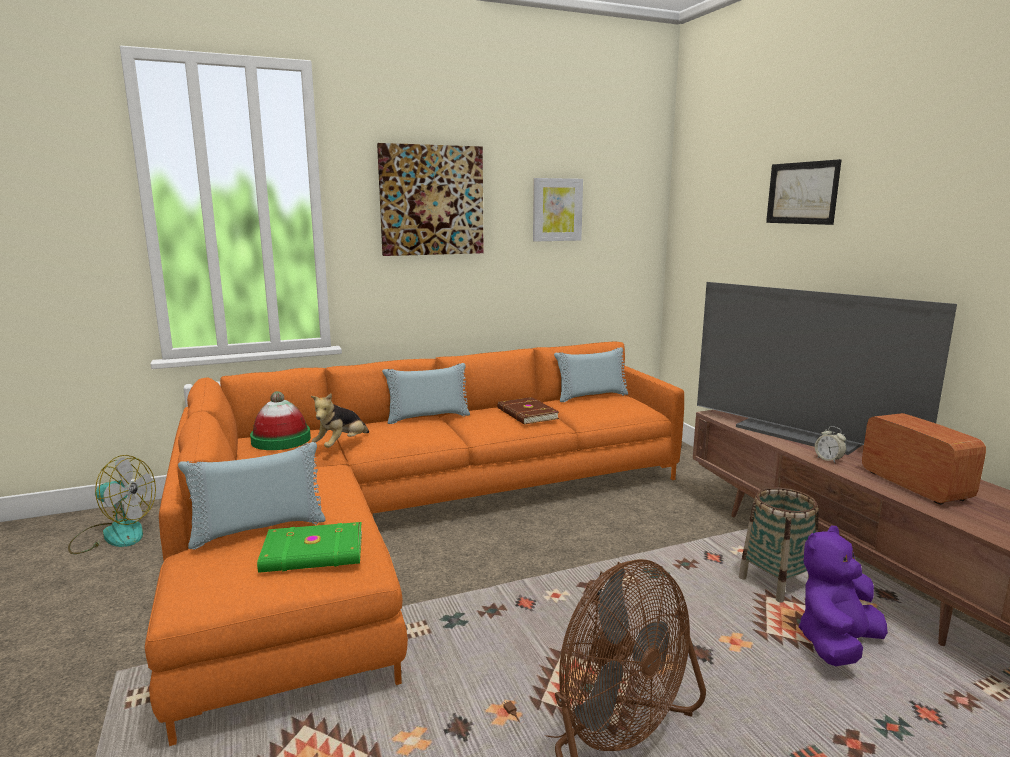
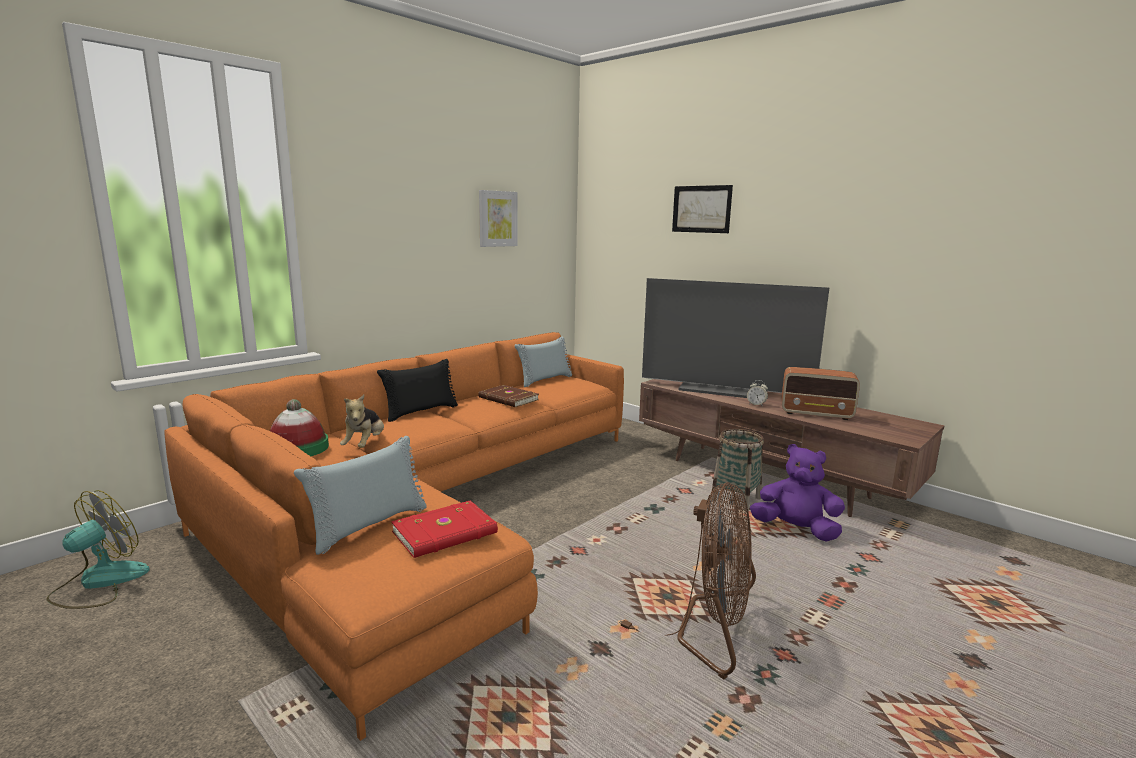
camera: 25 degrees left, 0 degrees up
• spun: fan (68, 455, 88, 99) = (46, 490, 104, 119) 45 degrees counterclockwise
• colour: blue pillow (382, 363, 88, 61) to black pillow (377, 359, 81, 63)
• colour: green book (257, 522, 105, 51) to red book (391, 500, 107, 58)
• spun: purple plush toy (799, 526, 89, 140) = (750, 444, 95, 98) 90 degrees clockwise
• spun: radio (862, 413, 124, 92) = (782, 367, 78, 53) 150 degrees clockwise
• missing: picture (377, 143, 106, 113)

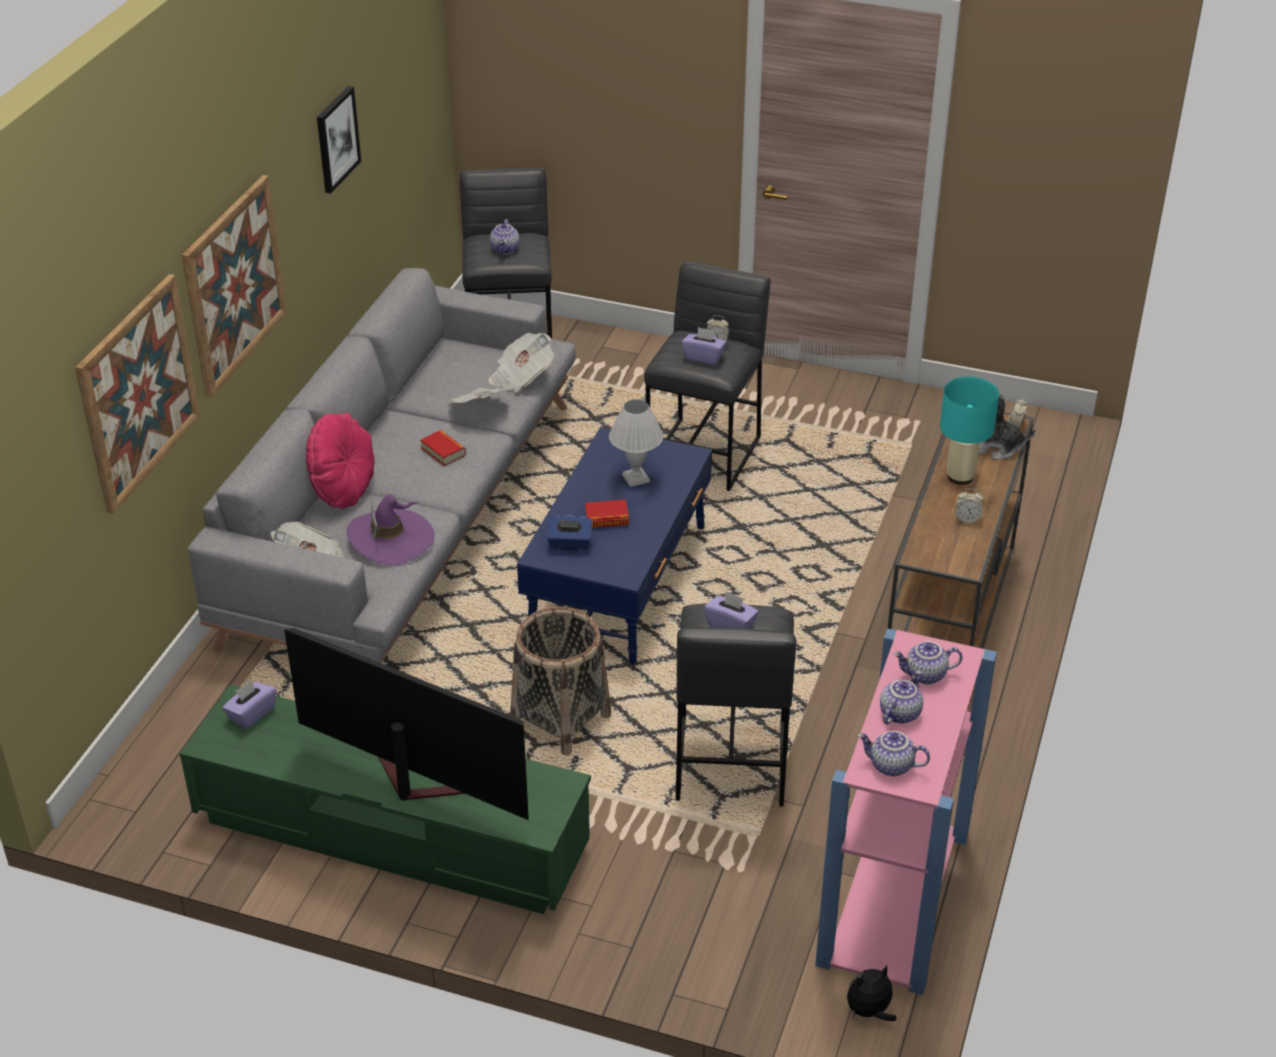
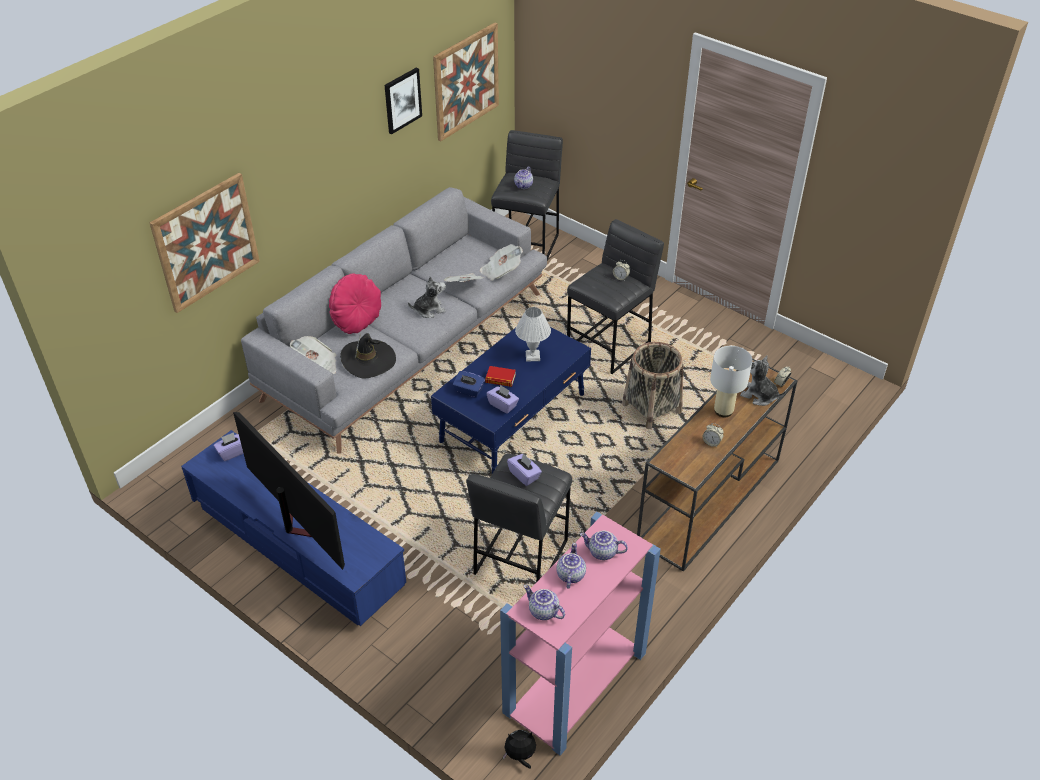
camera: 20 degrees right, 5 degrees up
• colour: green tv stand (179, 684, 412, 230) to blue tv stand (181, 430, 225, 196)
• colour: purple hat (347, 494, 88, 72) to black hat (340, 333, 56, 45)
• exchanged: book (420, 430, 46, 36) to plush toy (408, 276, 38, 42)
• relocated: picture (182, 175, 105, 222) to (433, 23, 66, 118)
• relocated: purple tissue box (682, 327, 44, 38) to (487, 385, 32, 29)
• spun: teapot (880, 671, 43, 54) = (556, 543, 30, 45) 45 degrees counterclockwise
• relocated: basket (510, 607, 101, 149) to (622, 342, 61, 87)
• colour: turquoise table lamp (940, 376, 59, 109) to white table lamp (710, 346, 42, 71)

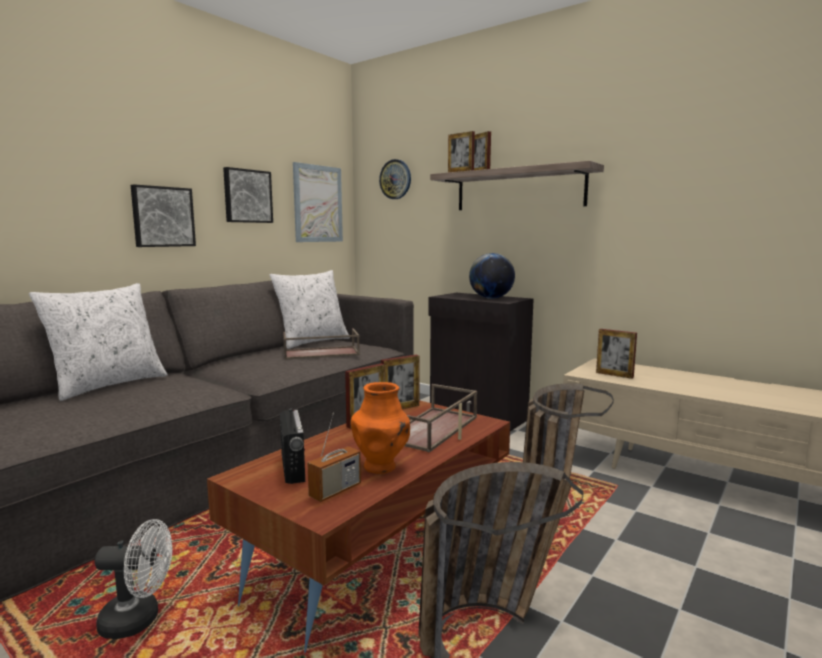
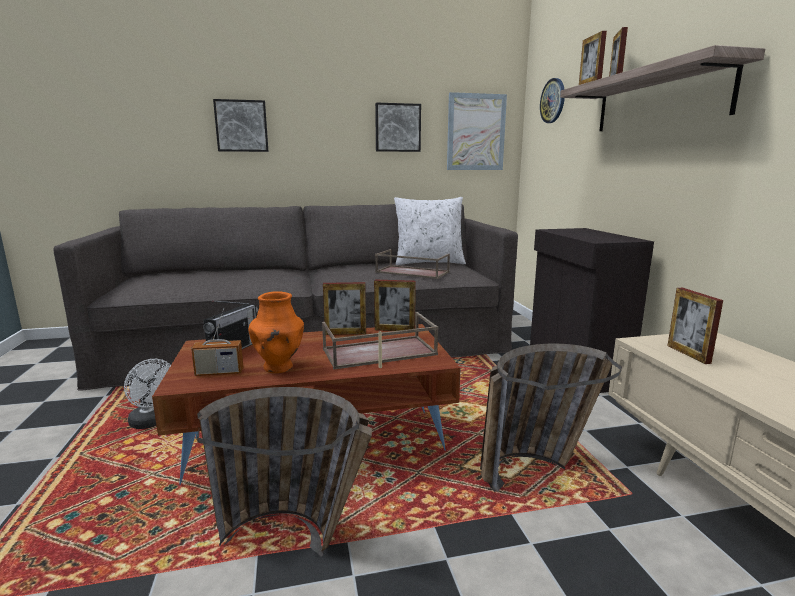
camera: 40 degrees right, 5 degrees up
• relocated: picture (131, 184, 65, 63) to (213, 99, 56, 53)
• missing: white pillow (29, 283, 139, 118)
• missing: globe (469, 253, 46, 46)

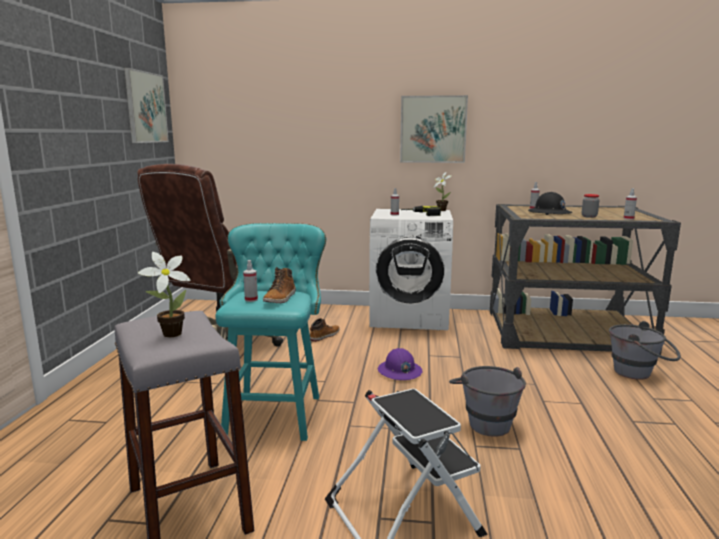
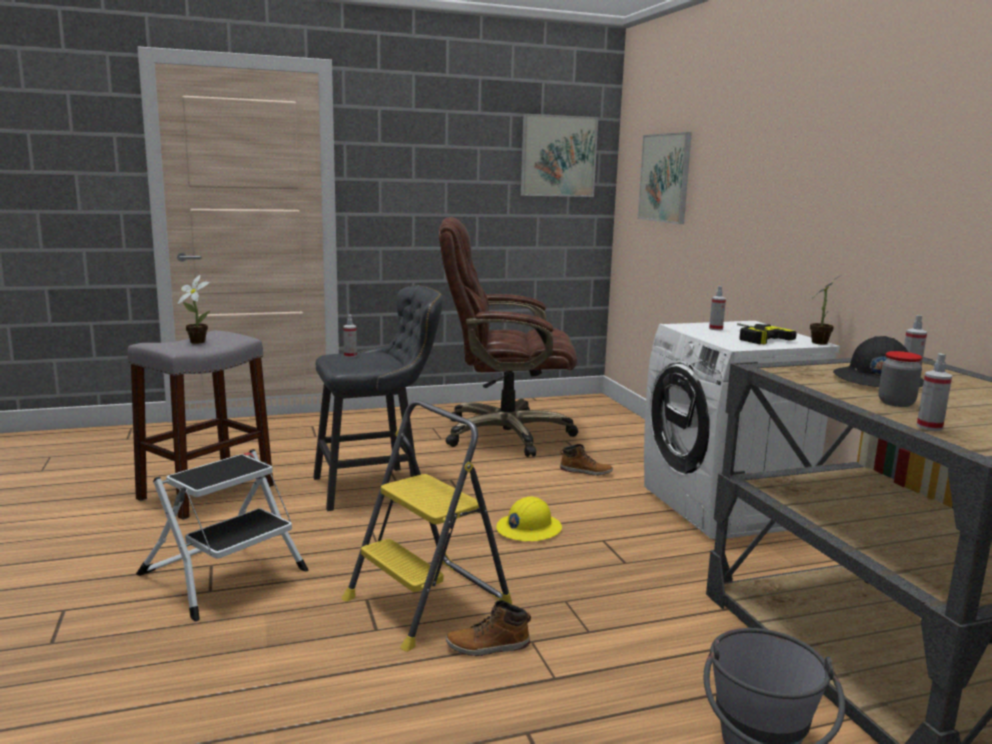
camera: 65 degrees right, 0 degrees up
• colour: turquoise stool (215, 223, 111, 218) to grey stool (313, 286, 130, 225)
• exchanged: grey bucket (449, 366, 77, 71) to yellow step ladder (342, 400, 170, 252)
• relocated: boot (263, 267, 33, 36) to (446, 600, 85, 56)
• colour: purple hard hat (378, 348, 45, 32) to yellow hard hat (496, 496, 66, 45)
• relocated: picture (400, 95, 68, 68) to (638, 132, 54, 92)

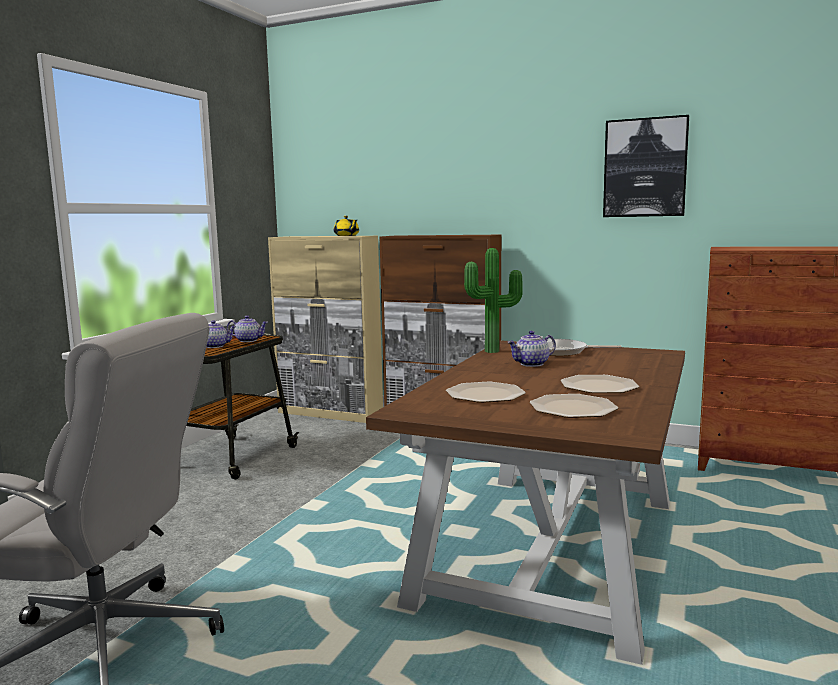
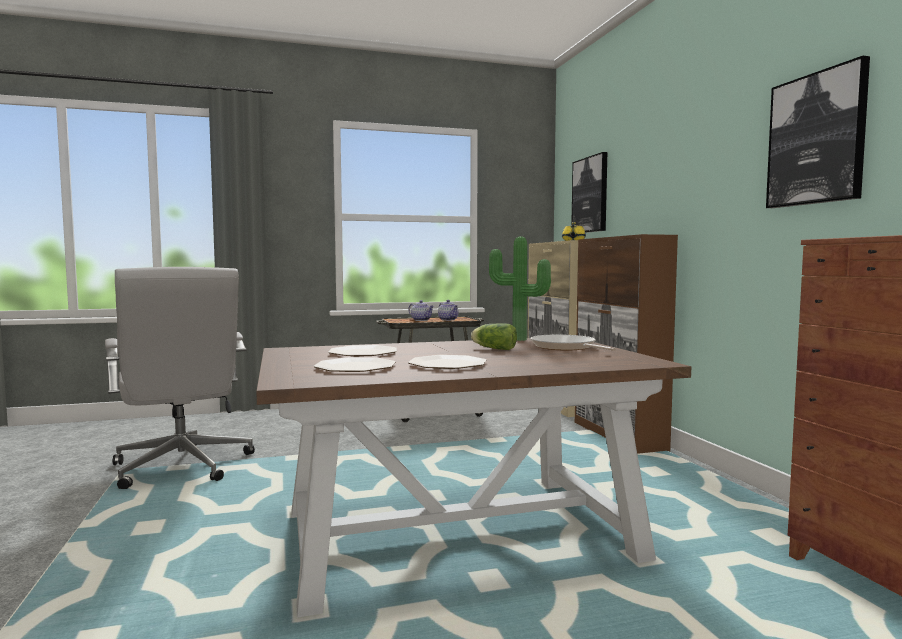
camera: 50 degrees right, 5 degrees down
• exchanged: teapot (507, 331, 49, 36) to lettuce (471, 323, 46, 27)
• appeared: picture (571, 152, 36, 81)

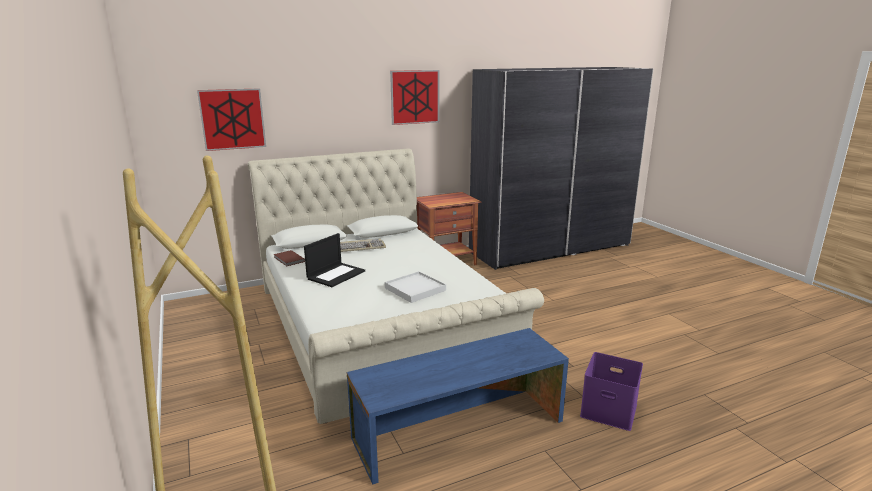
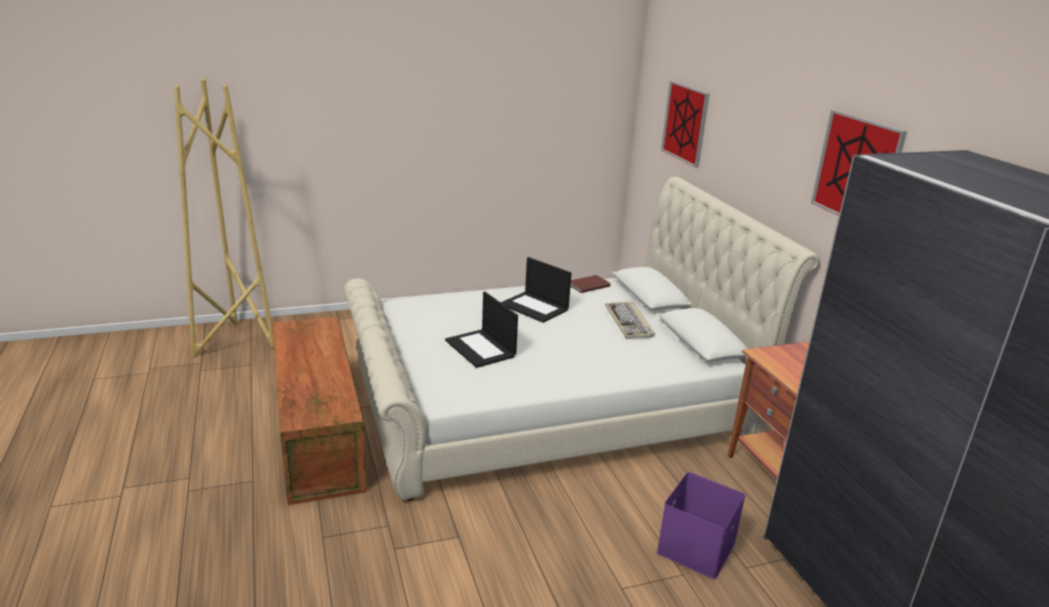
camera: 95 degrees right, 5 degrees up
• colour: blue bench (347, 328, 222, 157) to brown bench (272, 316, 94, 189)
• exchanged: white tray (385, 271, 61, 32) to laptop (445, 292, 73, 76)
• relocated: purple storage box (580, 352, 63, 79) to (657, 472, 89, 107)

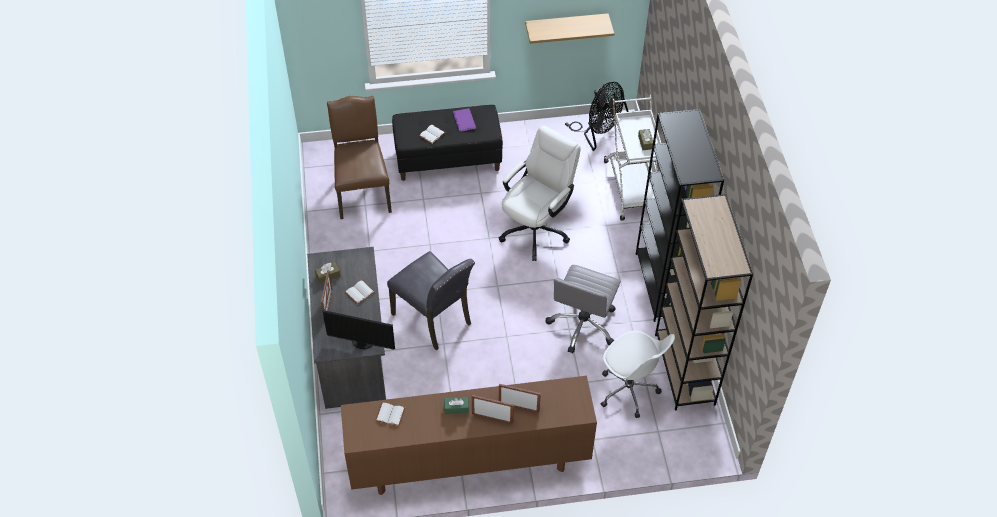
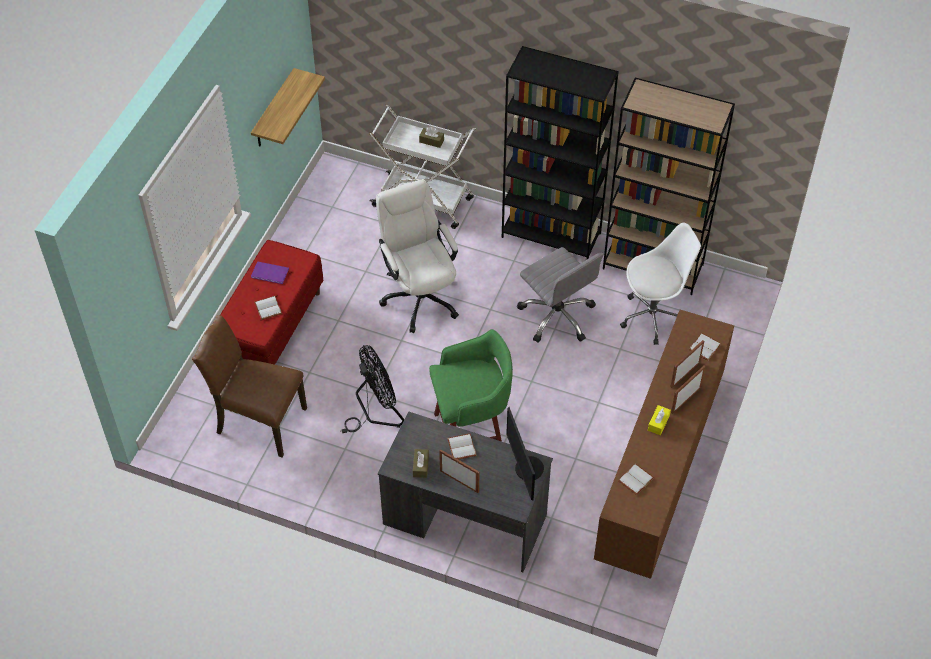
camera: 60 degrees left, 0 degrees up
• colour: black bench (392, 105, 111, 76) to red bench (220, 240, 104, 125)
• relocated: black fan (565, 82, 64, 69) to (342, 345, 62, 88)
• exchanged: grey chair (387, 251, 88, 99) to green stool (429, 329, 84, 113)
• spun: monitor (322, 310, 73, 40) = (506, 407, 38, 93) 120 degrees clockwise
• colour: green tissue box (444, 397, 25, 17) to yellow tissue box (648, 405, 23, 30)
• appeared: white book (689, 333, 32, 27)

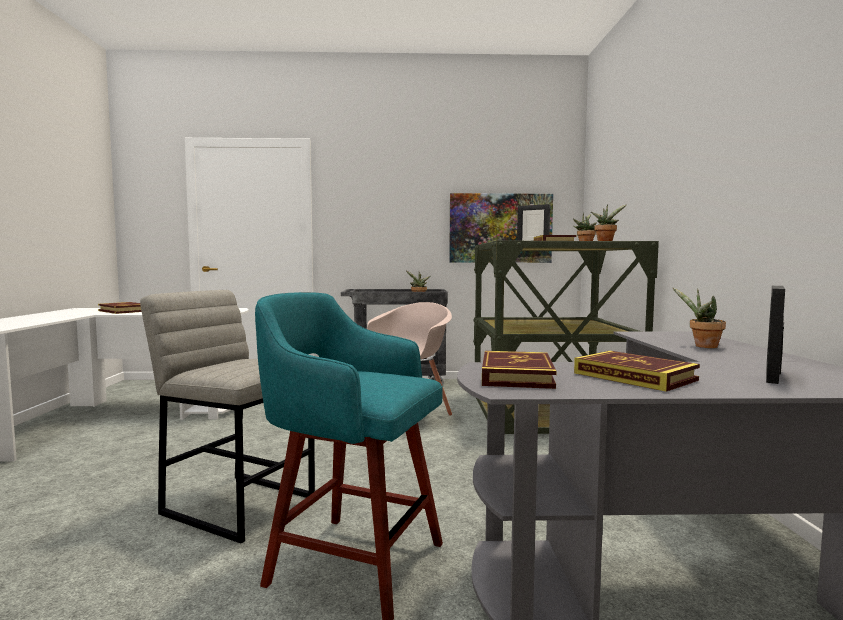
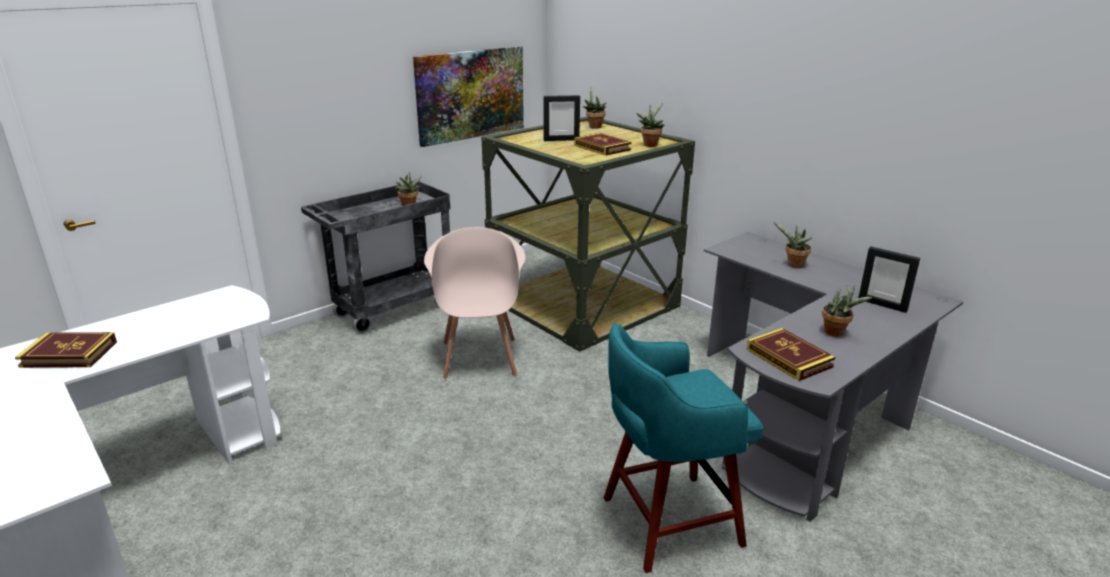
camera: 40 degrees left, 20 degrees up
• exchanged: book (574, 351, 126, 41) to potted plant (822, 285, 50, 51)
• spun: picture frame (766, 286, 19, 98) = (858, 246, 62, 67) 45 degrees counterclockwise
• missing: grey chair (140, 290, 175, 253)

